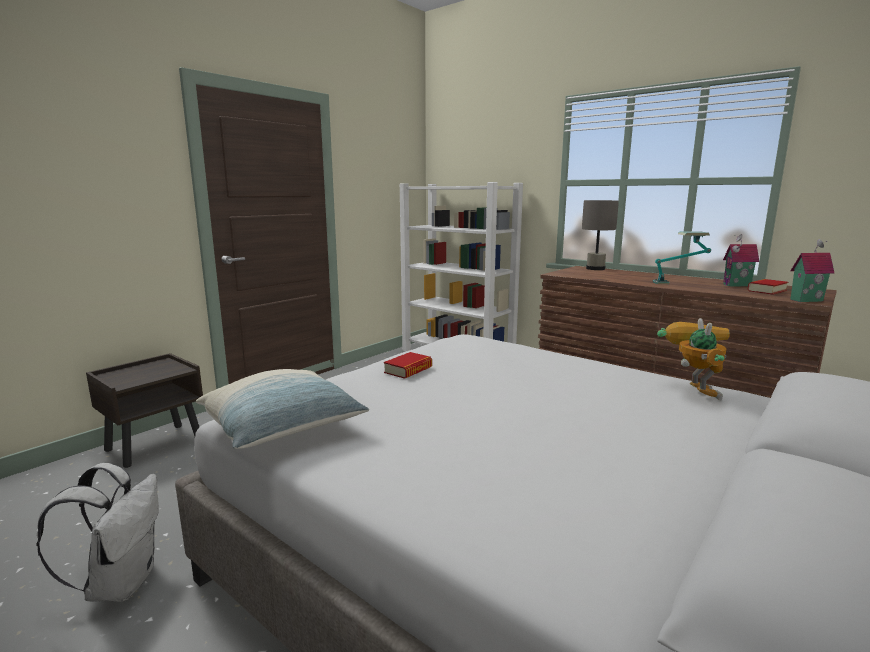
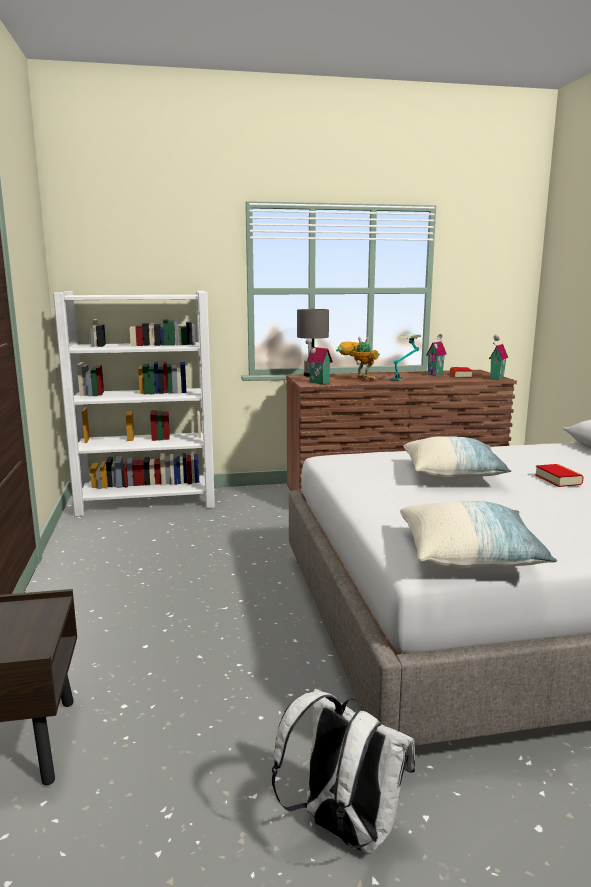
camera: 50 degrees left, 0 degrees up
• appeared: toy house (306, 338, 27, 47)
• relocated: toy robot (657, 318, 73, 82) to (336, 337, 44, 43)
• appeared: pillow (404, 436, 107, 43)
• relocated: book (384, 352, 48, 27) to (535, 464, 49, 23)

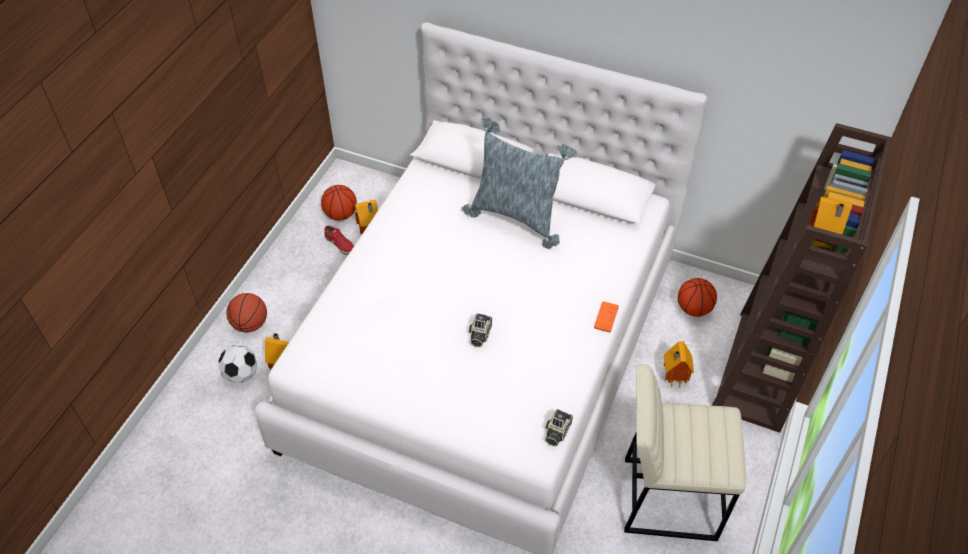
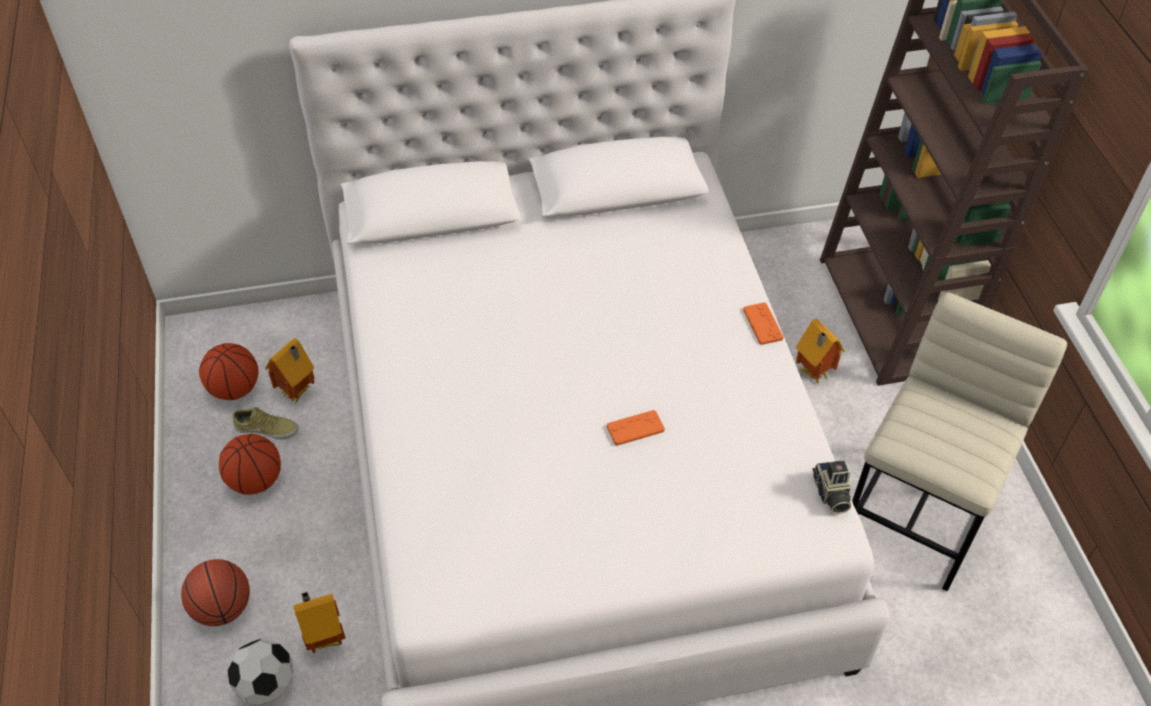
camera: 35 degrees left, 0 degrees up
• relocated: basketball (678, 278, 39, 39) to (219, 434, 62, 61)
• colour: red shoe (324, 226, 30, 29) to beige shoe (232, 407, 67, 33)
• exchanged: photo camera (469, 314, 23, 33) to orange game controller (607, 410, 58, 36)
• spun: beige chair (624, 364, 122, 177) = (852, 292, 215, 299) 150 degrees clockwise
• missing: pillow (461, 118, 116, 131)
• missing: toy house (809, 197, 43, 52)

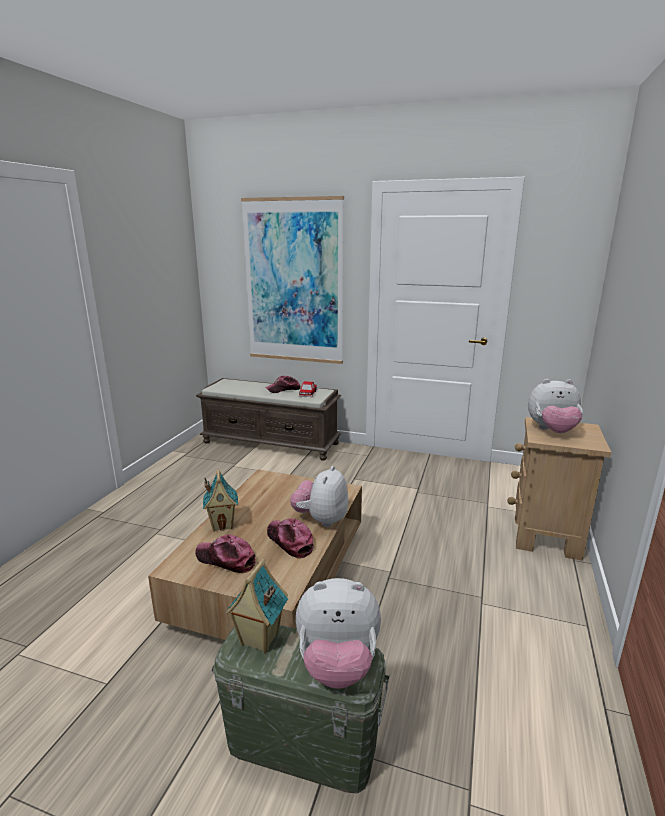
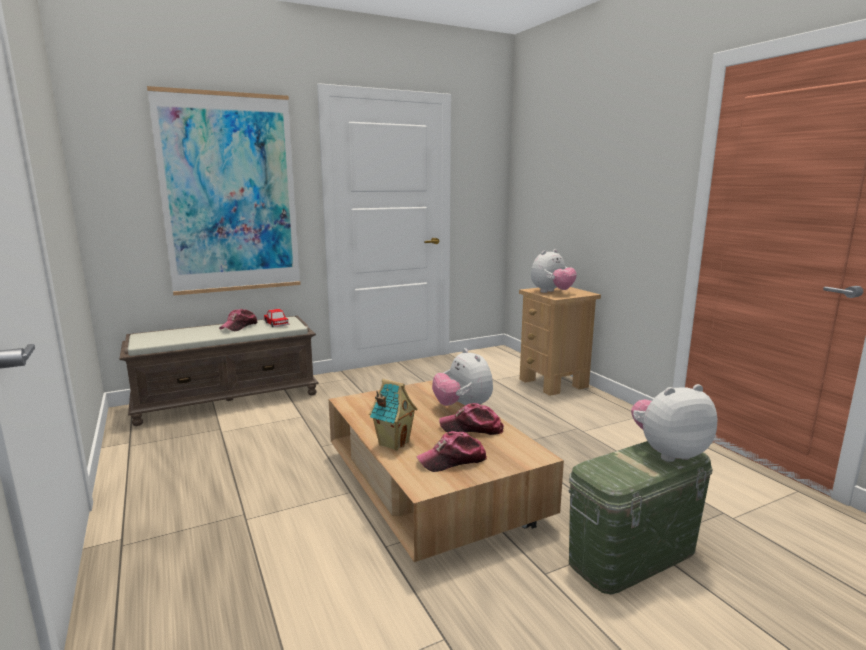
camera: 45 degrees left, 5 degrees down
• spun: plush toy (296, 578, 85, 111) = (631, 384, 87, 78) 150 degrees counterclockwise
• missing: toy house (226, 559, 62, 94)

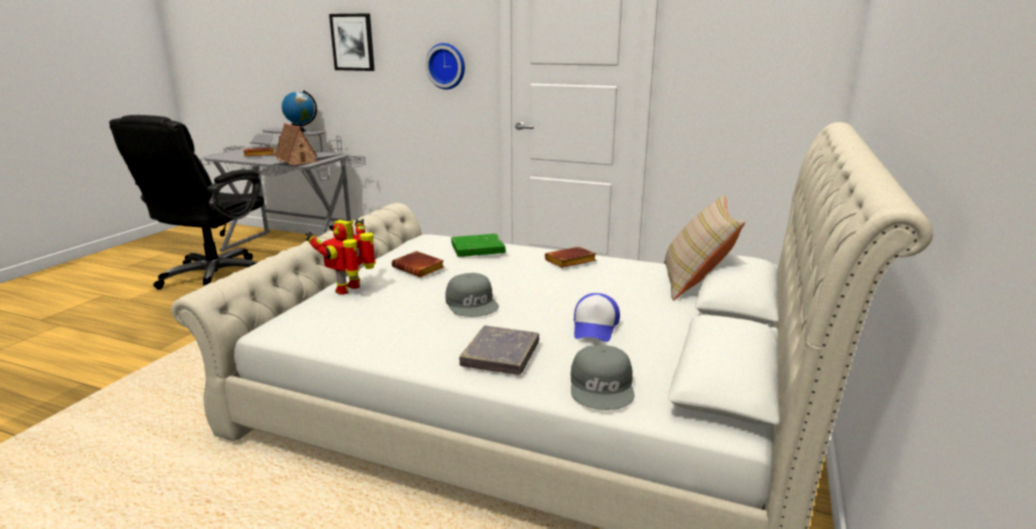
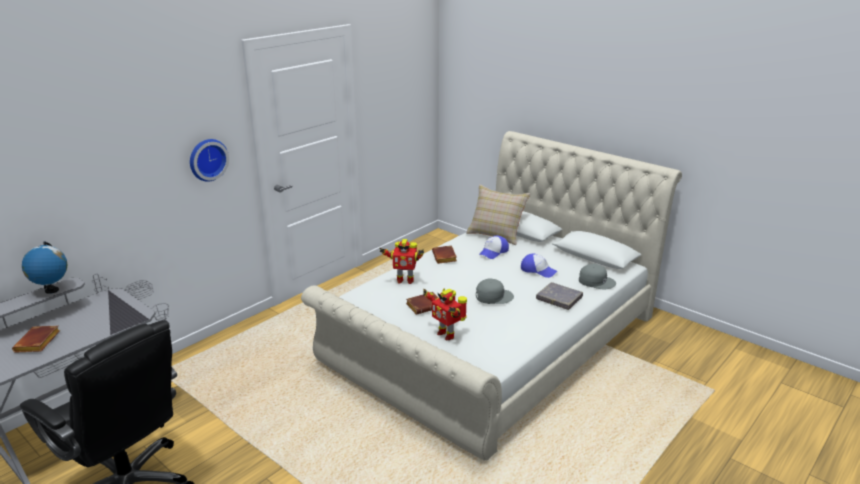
camera: 70 degrees left, 5 degrees up
• exchanged: green book (451, 234, 55, 23) to toy robot (379, 239, 45, 45)
• appeared: cap (479, 236, 30, 23)
• missing: toy house (274, 123, 45, 42)
• missing: picture (329, 13, 46, 58)

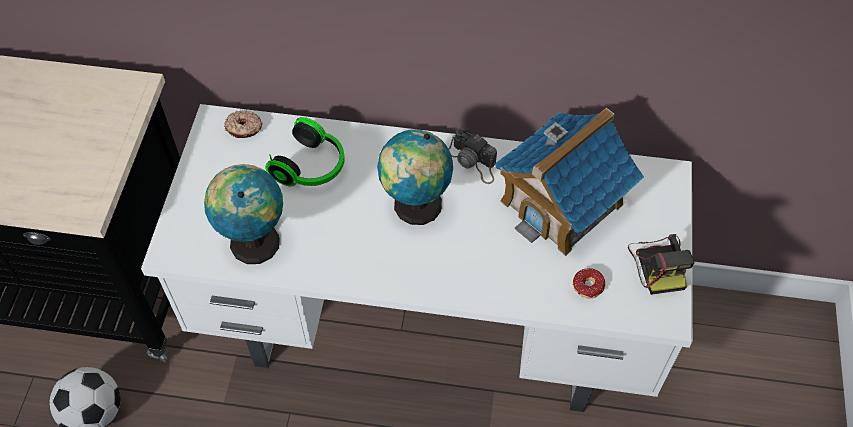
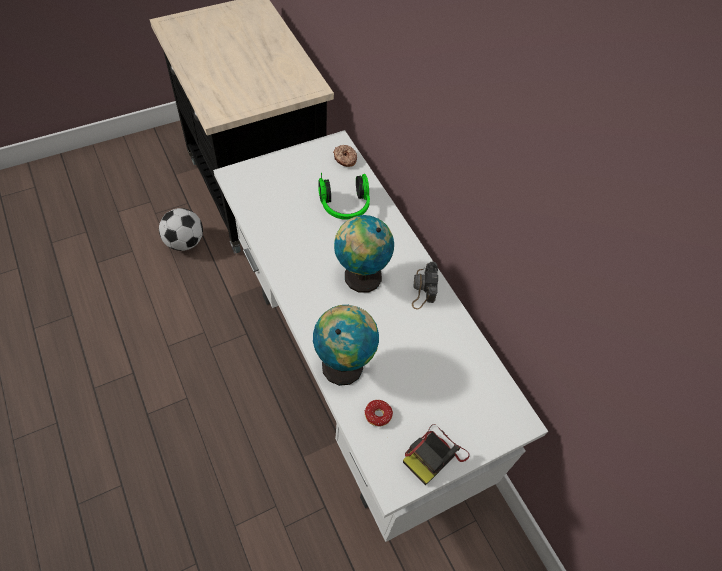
camera: 50 degrees right, 0 degrees up
• relocated: globe (204, 164, 79, 100) to (313, 305, 66, 81)
• missing: toy house (495, 108, 149, 148)

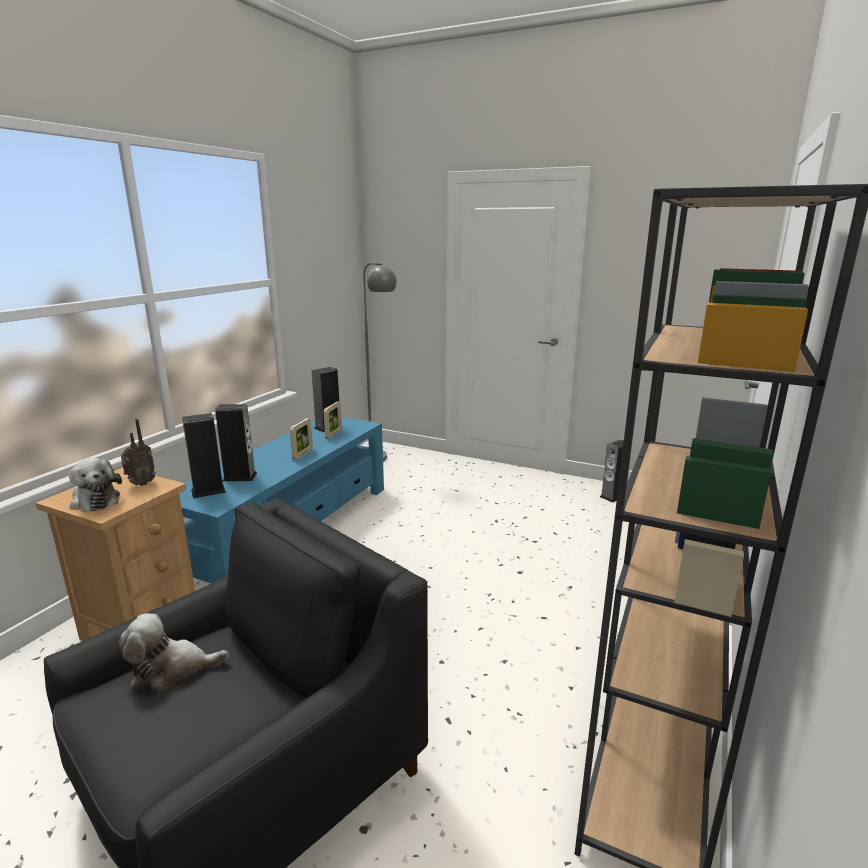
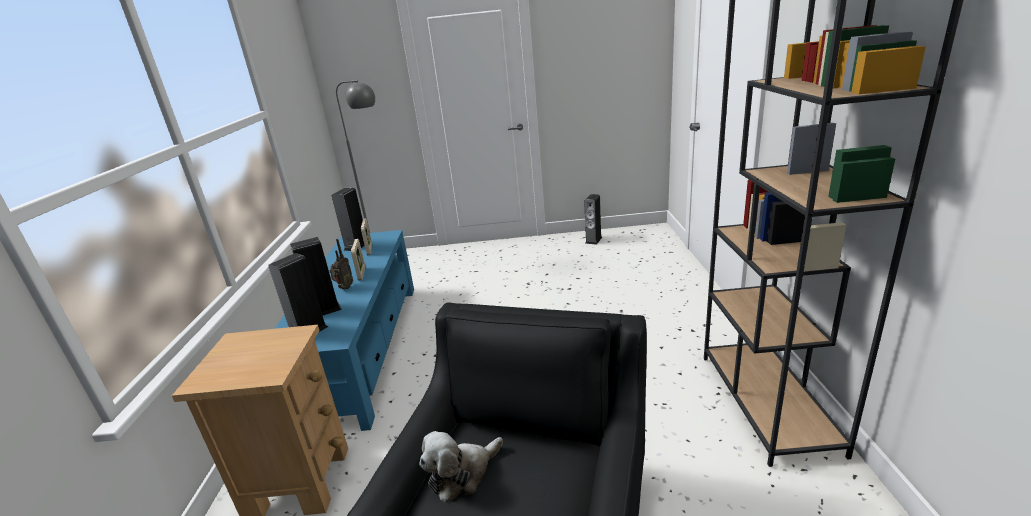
camera: 25 degrees left, 5 degrees up
• relocated: radio (121, 419, 35, 67) to (330, 239, 23, 50)
• missing: plush toy (69, 458, 53, 53)

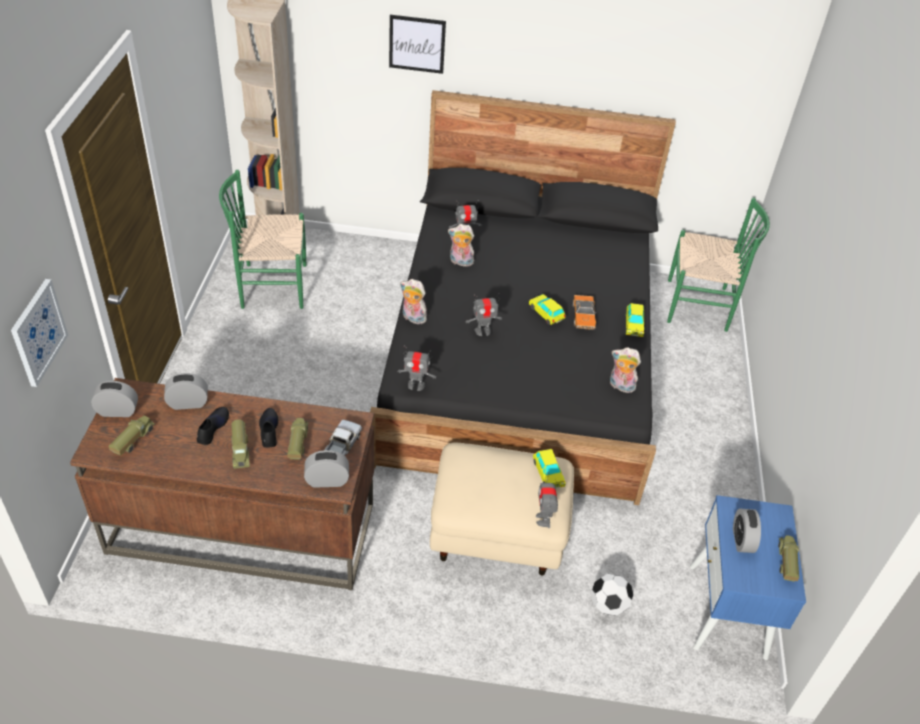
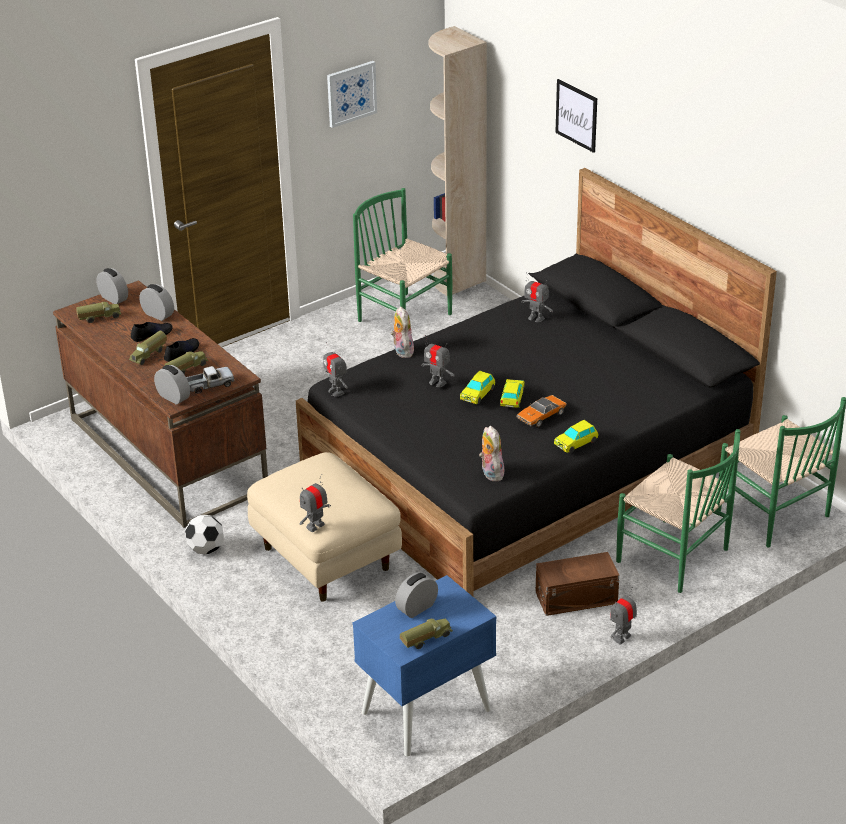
camera: 50 degrees right, 10 degrees down
• relocated: football (591, 574, 43, 42) to (185, 515, 39, 39)
• relocated: picture (11, 279, 57, 108) to (327, 61, 50, 67)
• relocated: toy car (533, 449, 32, 39) to (460, 371, 35, 33)
• appeared: brown storage box (536, 552, 83, 64)
• appeared: toy robot (610, 587, 27, 58)
• appeared: green chair (616, 429, 125, 164)
• missing: plush toy (448, 224, 26, 43)

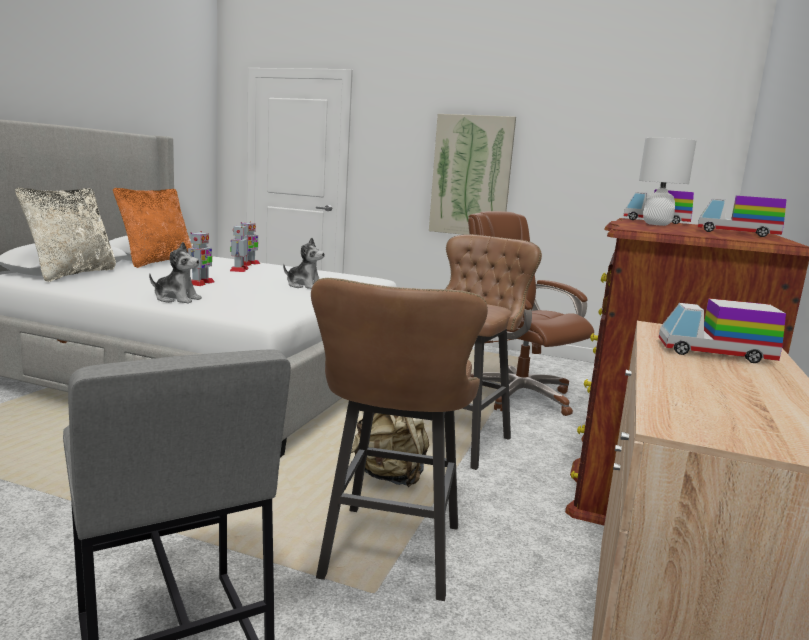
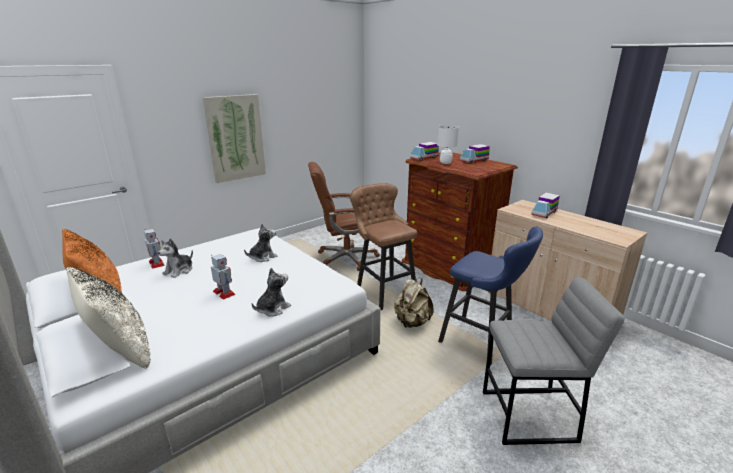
camera: 60 degrees left, 10 degrees up
• exchanged: toy robot (230, 225, 19, 47) to plush toy (158, 238, 35, 40)
• colour: brown stool (311, 278, 177, 323) to blue stool (438, 226, 105, 140)

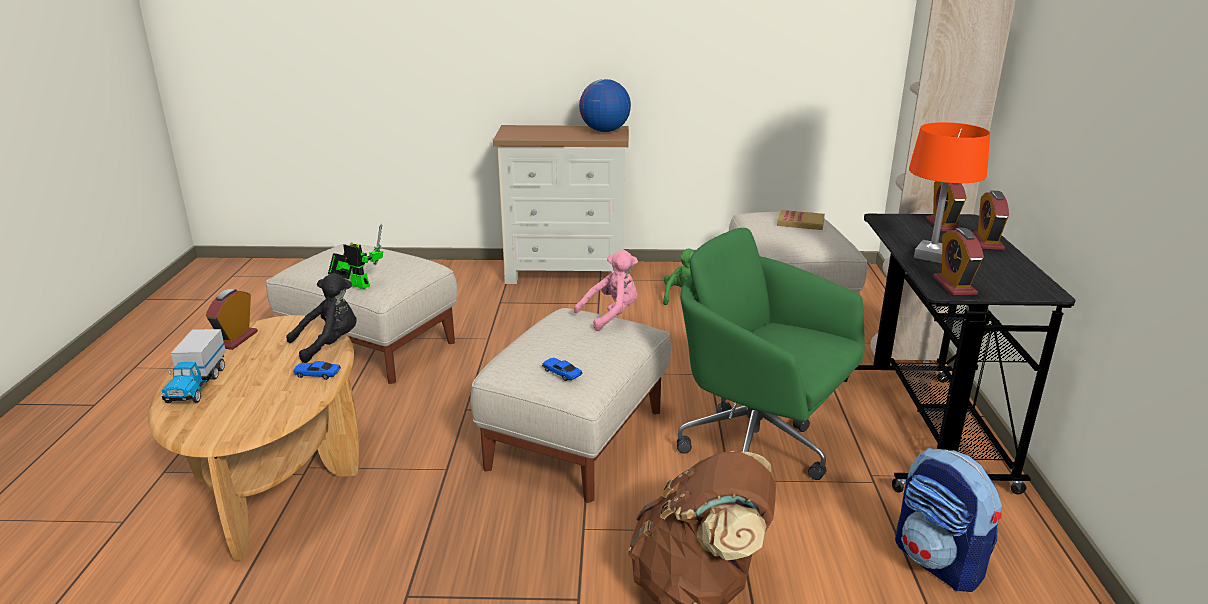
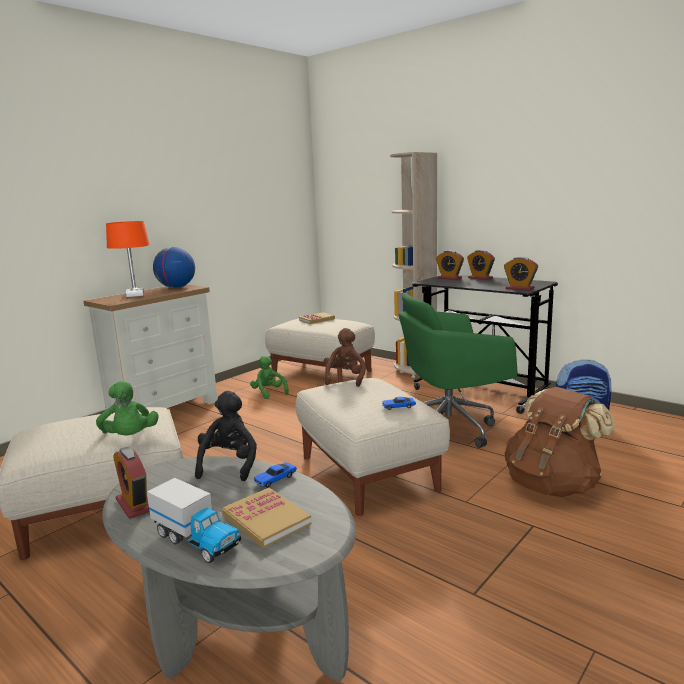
camera: 50 degrees left, 10 degrees down
• exchanged: toy robot (328, 224, 55, 65) to green plush toy (96, 381, 63, 55)
• colour: brown coffee table (148, 315, 212, 246) to grey coffee table (102, 456, 254, 226)
• relocated: orange table lamp (909, 122, 81, 142) to (106, 221, 44, 76)
• appeared: book (222, 488, 90, 61)
• colour: pink plush toy (574, 250, 64, 81) to brown plush toy (323, 328, 43, 59)

